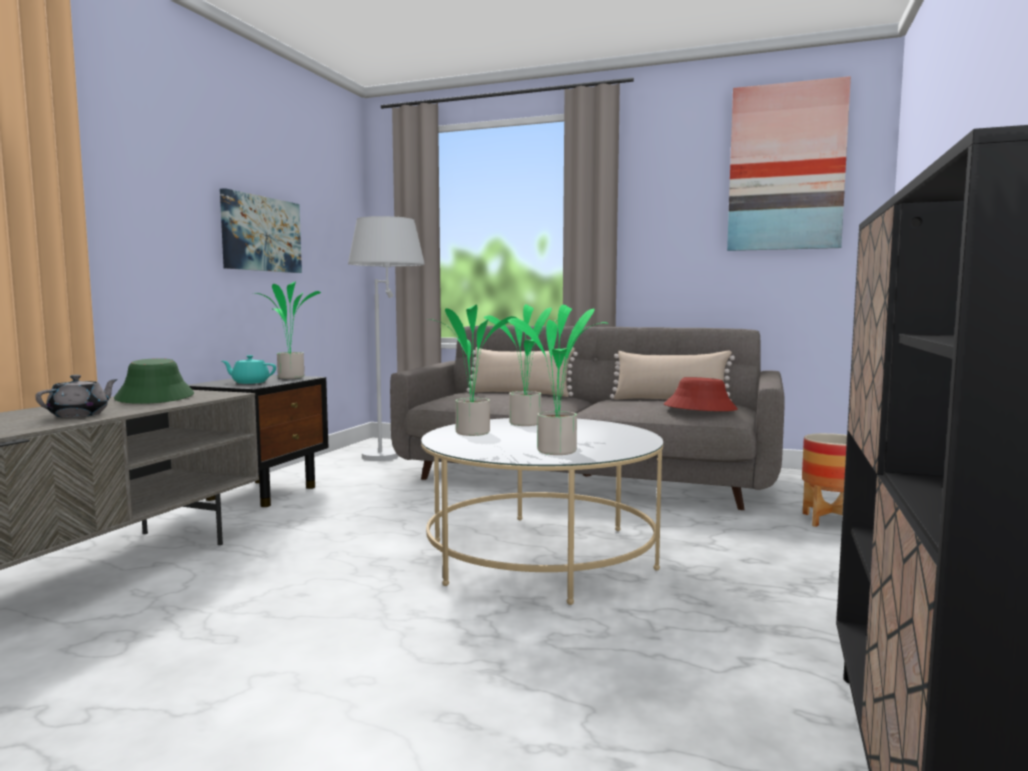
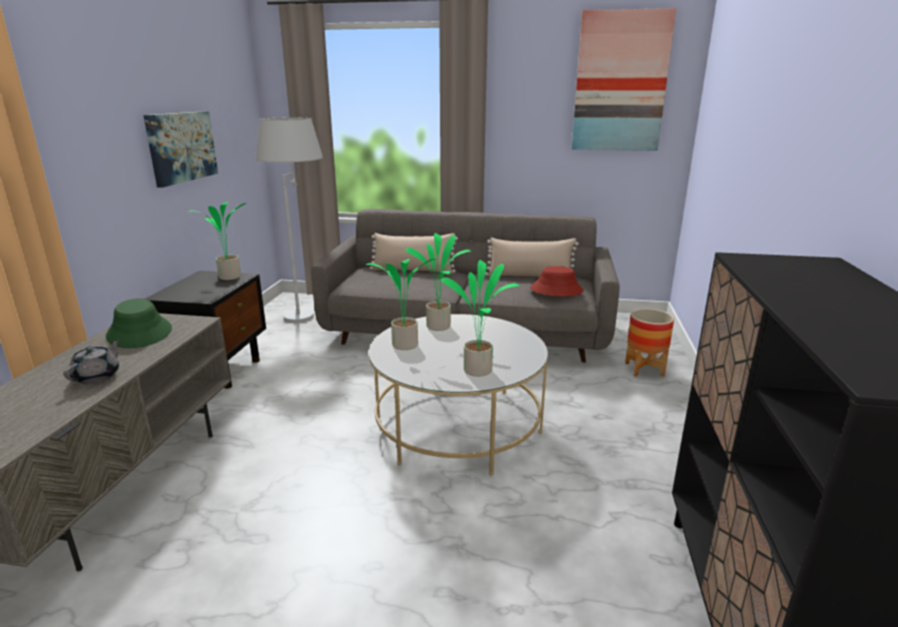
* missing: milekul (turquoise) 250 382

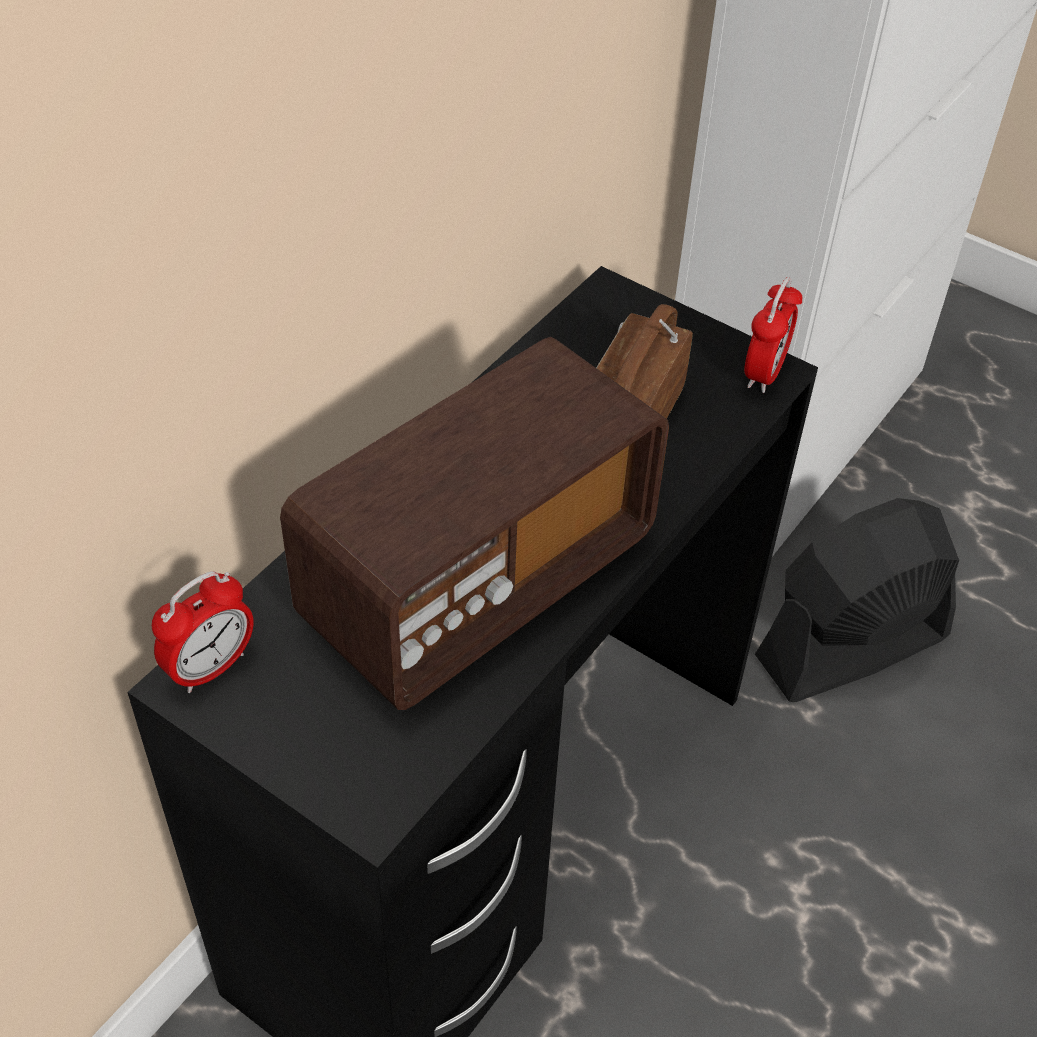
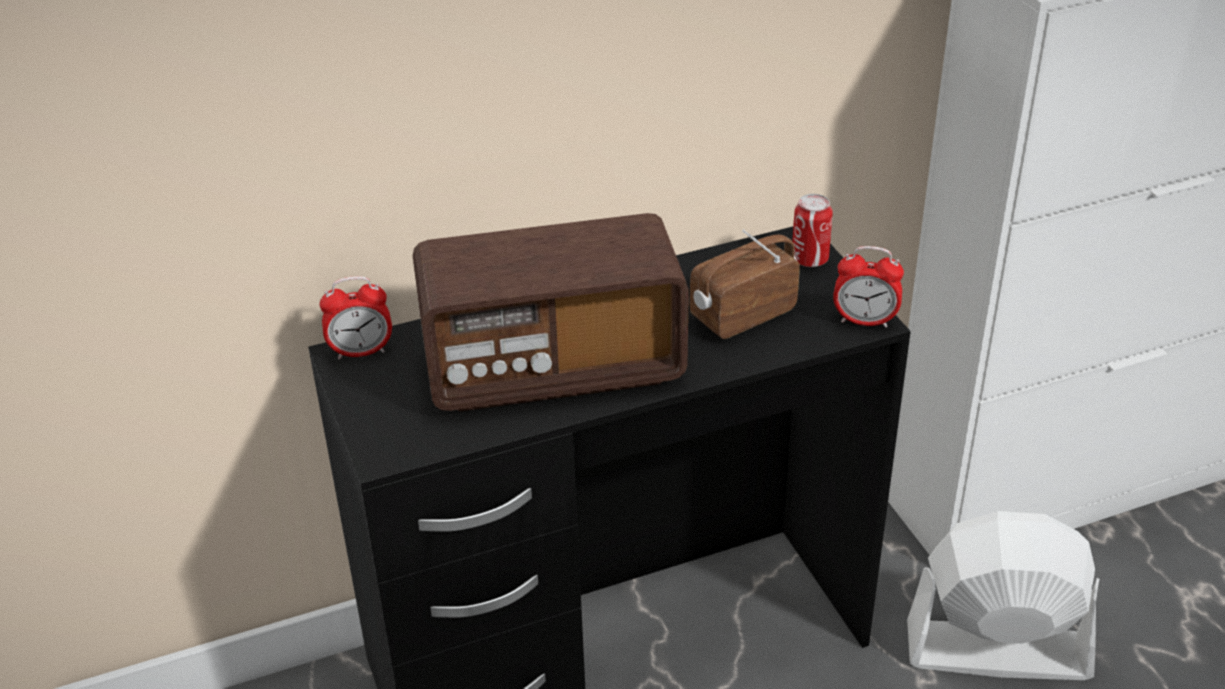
* appeared: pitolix 809 259
* spun: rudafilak 764 373 = 864 321 45 degrees clockwise
* colour: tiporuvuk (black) 851 647 to tiporuvuk (white) 997 650

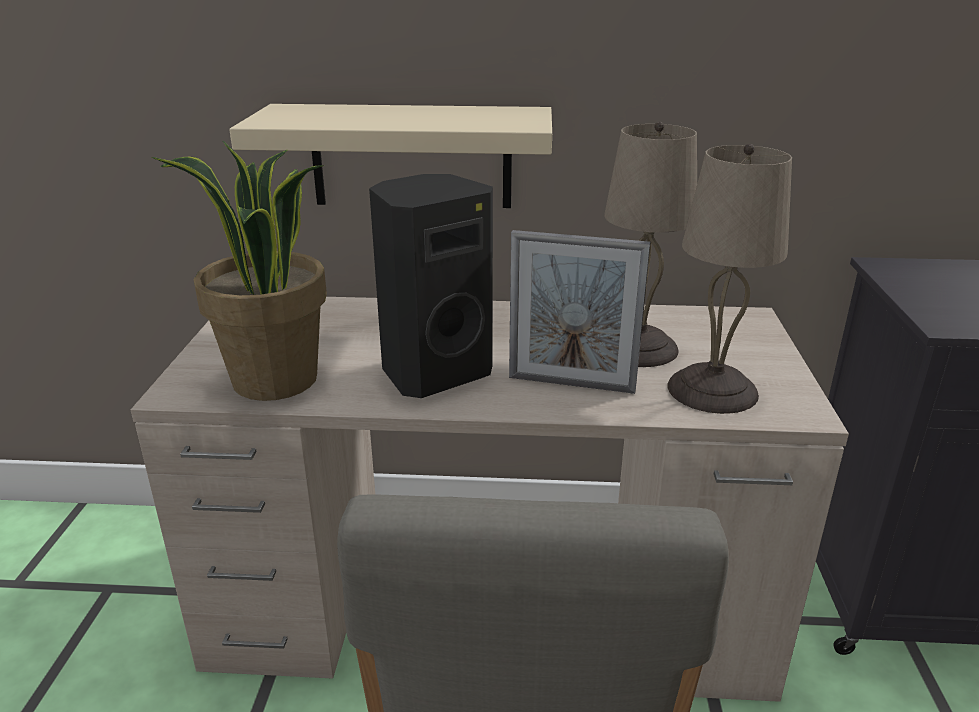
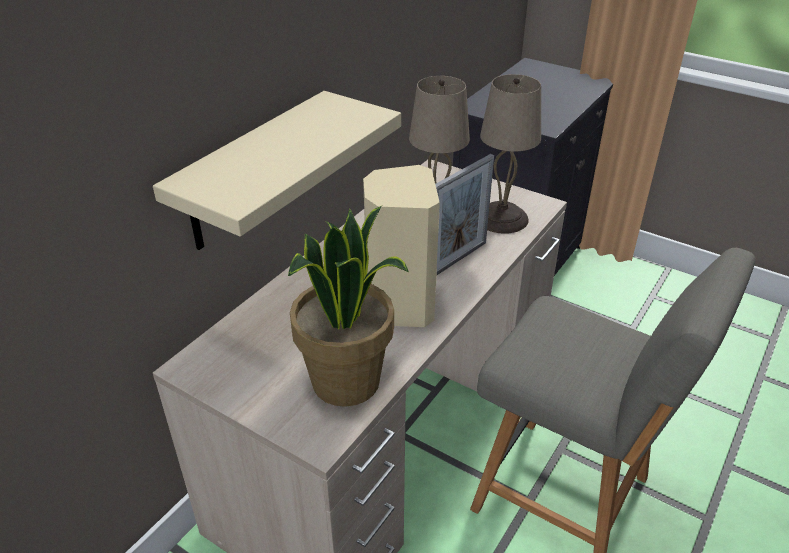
* colour: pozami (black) 434 372 to pozami (beige) 399 305

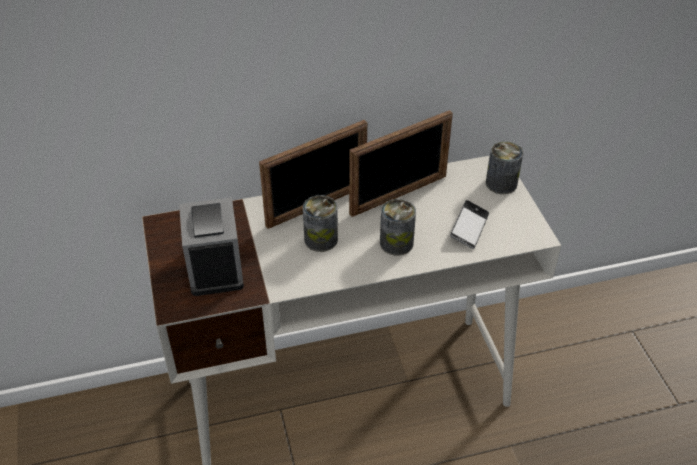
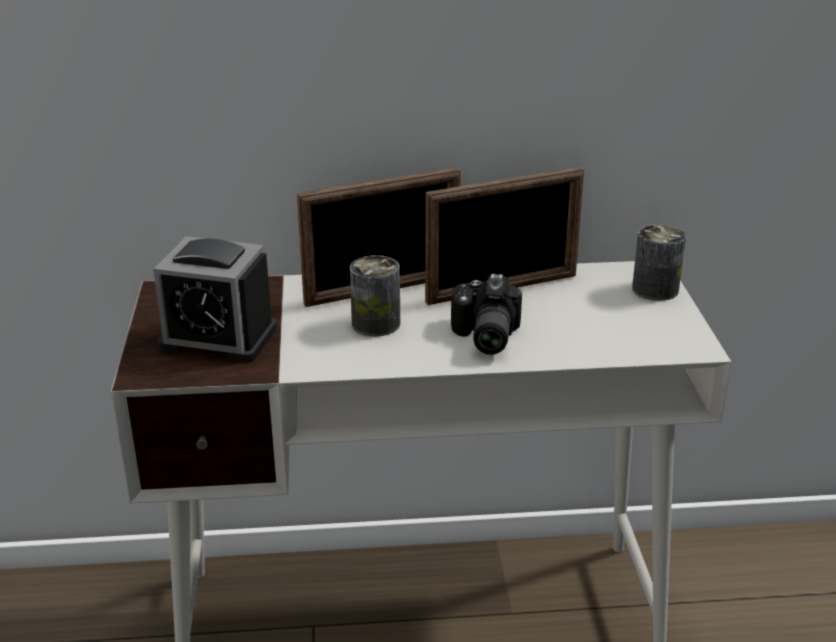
* spun: rudafilak 215 266 = 218 338 75 degrees counterclockwise
* exchanged: pitolix 396 243 to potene 483 337
* missing: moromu 469 228

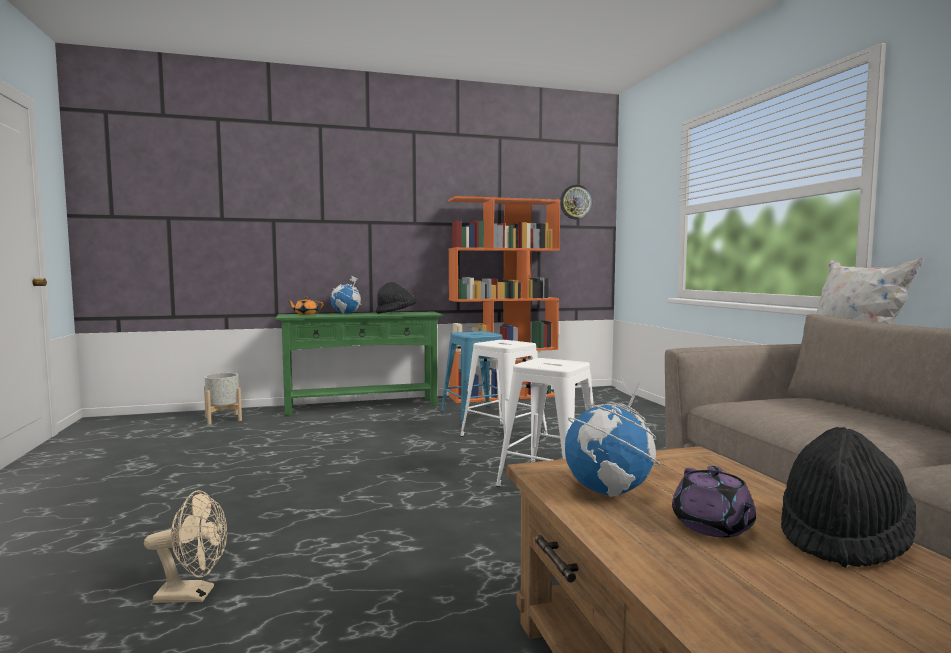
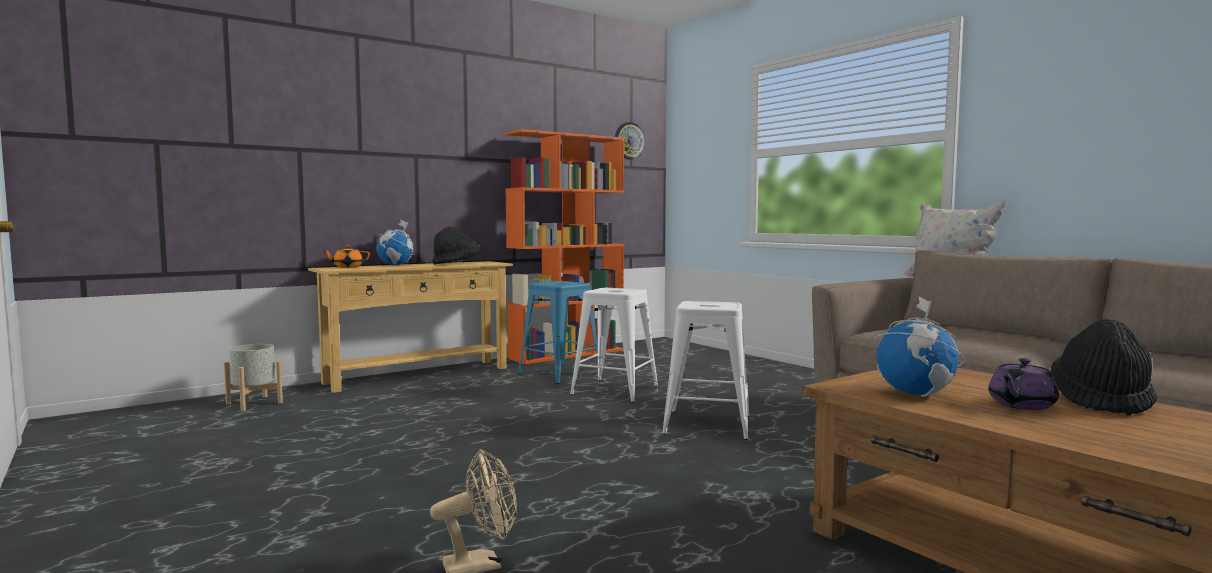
* colour: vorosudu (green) 362 406 to vorosudu (beige) 418 375
* spun: milekul (purple) 713 527 = 1020 405 75 degrees clockwise

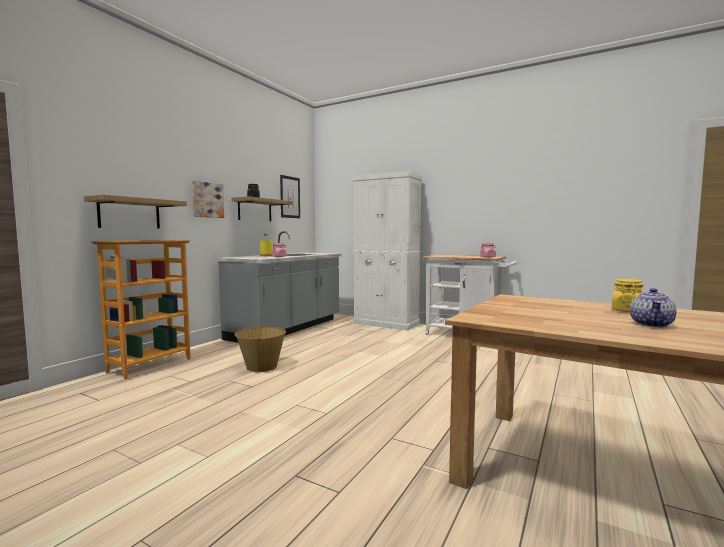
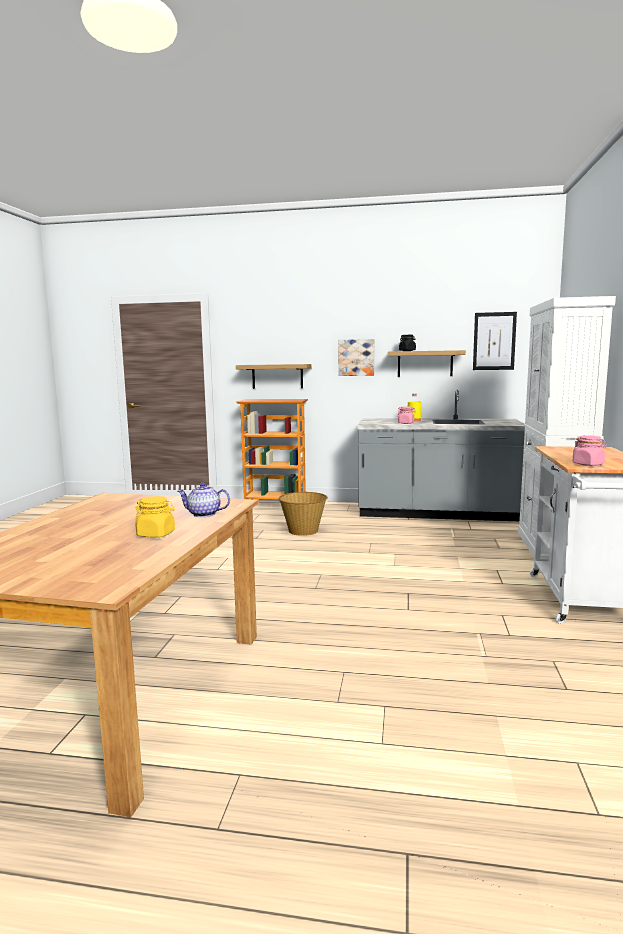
* relocated: milekul 652 324 to 203 514

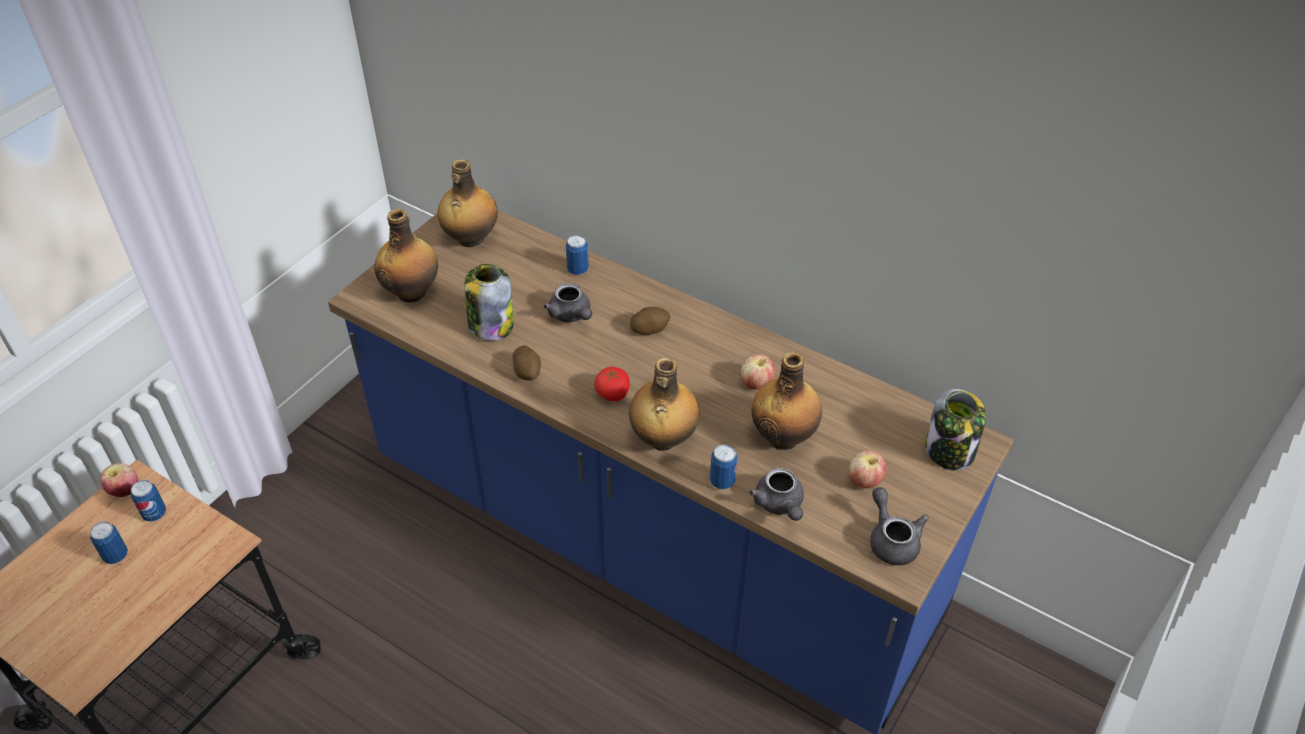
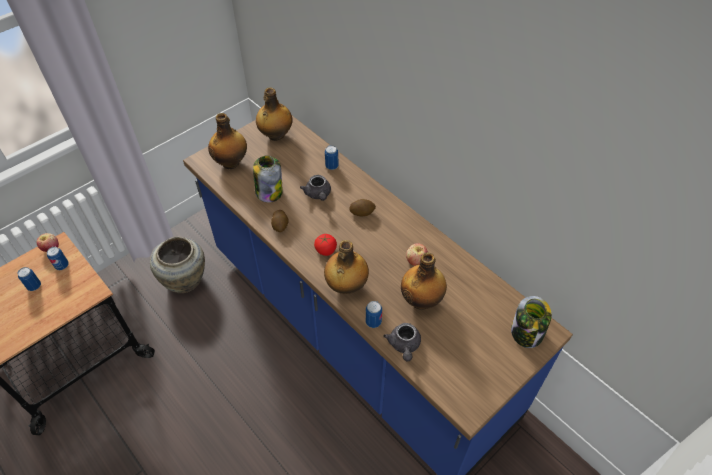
* appeared: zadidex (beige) 185 280
* missing: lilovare 864 481
* missing: milekul (grey) 891 539

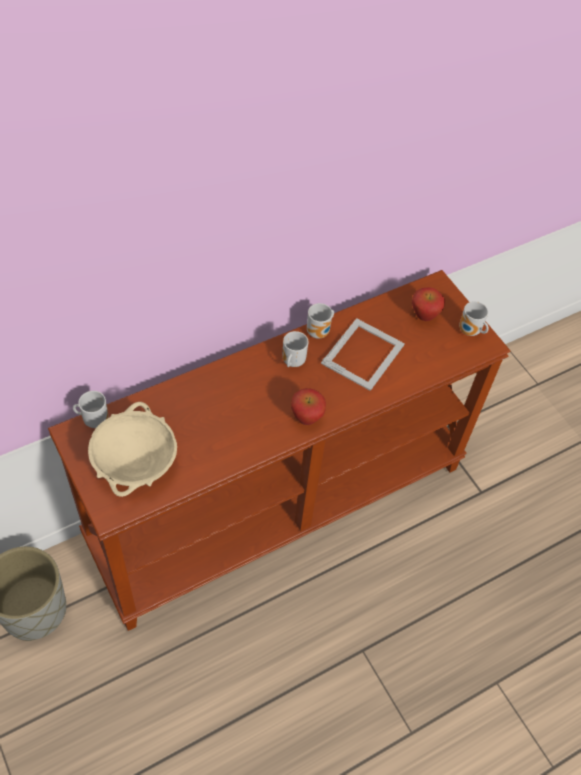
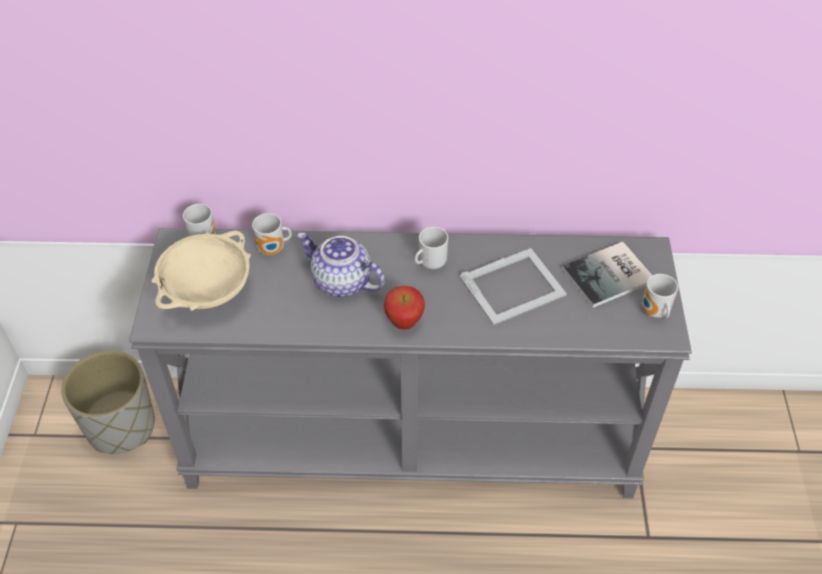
* colour: vorosudu (brown) 278 502 to vorosudu (grey) 412 439
* relocated: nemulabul 319 332 to 273 250
* appeared: milekul 341 282
* exchanged: lilovare 424 316 to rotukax 611 276

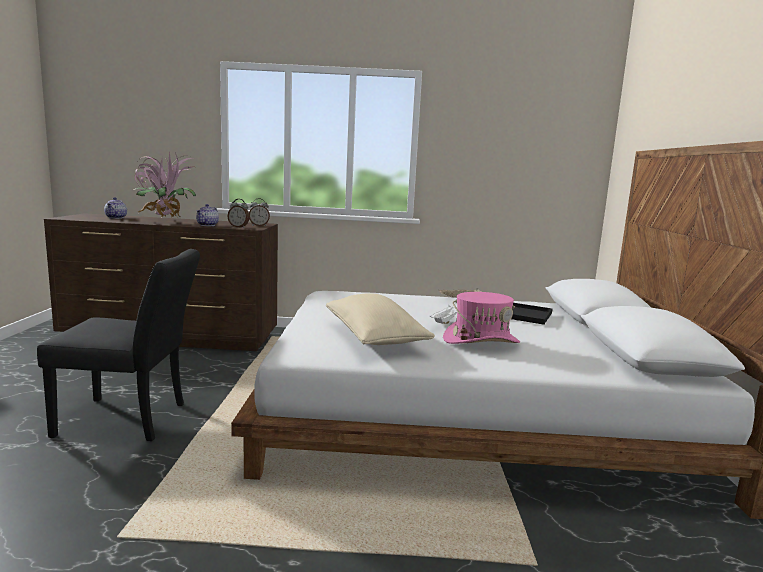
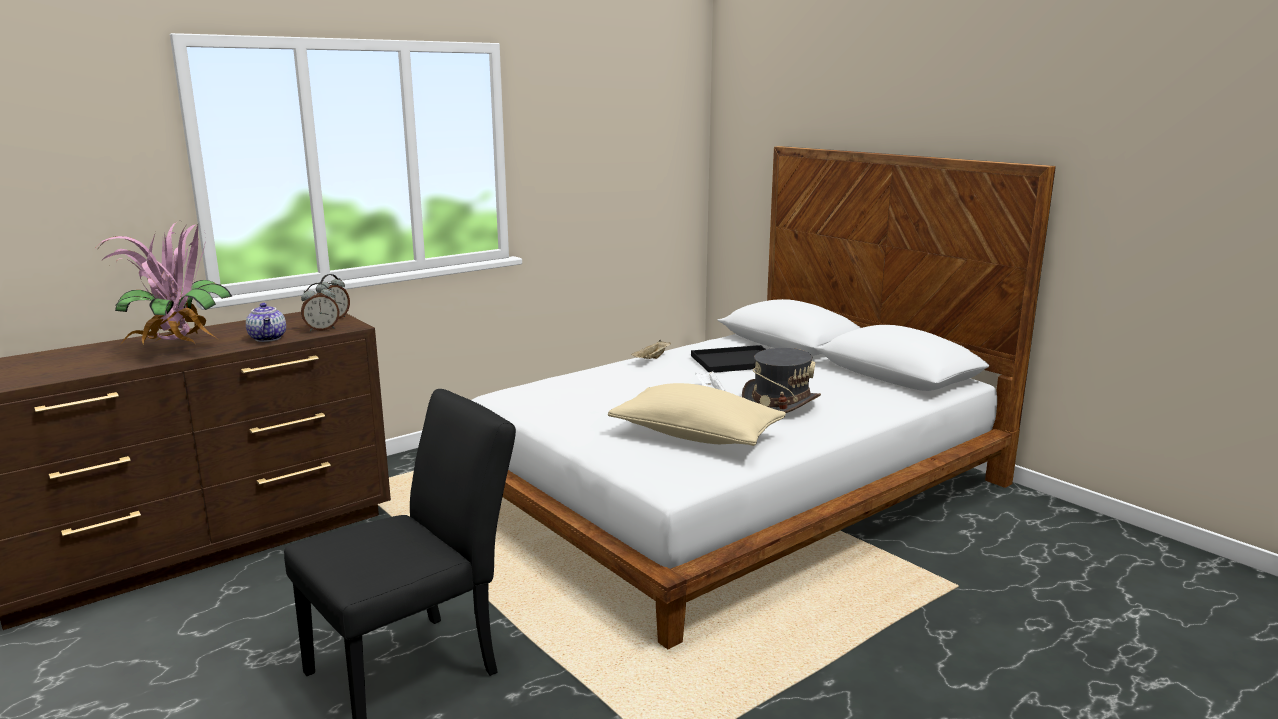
* colour: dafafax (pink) 481 340 to dafafax (grey) 780 404
* missing: milekul 116 218

